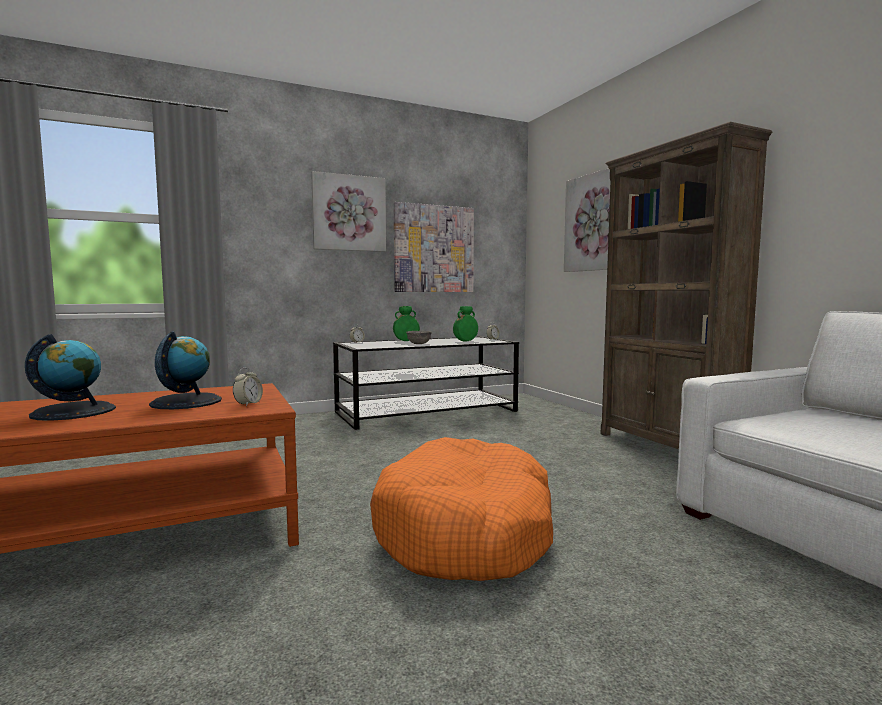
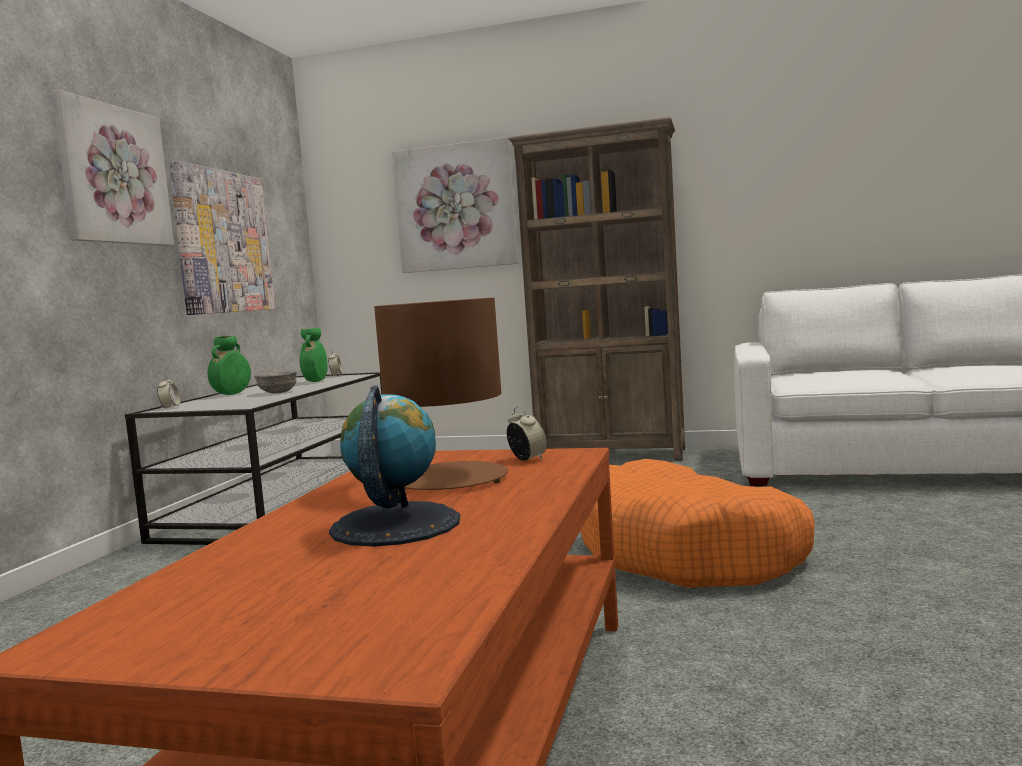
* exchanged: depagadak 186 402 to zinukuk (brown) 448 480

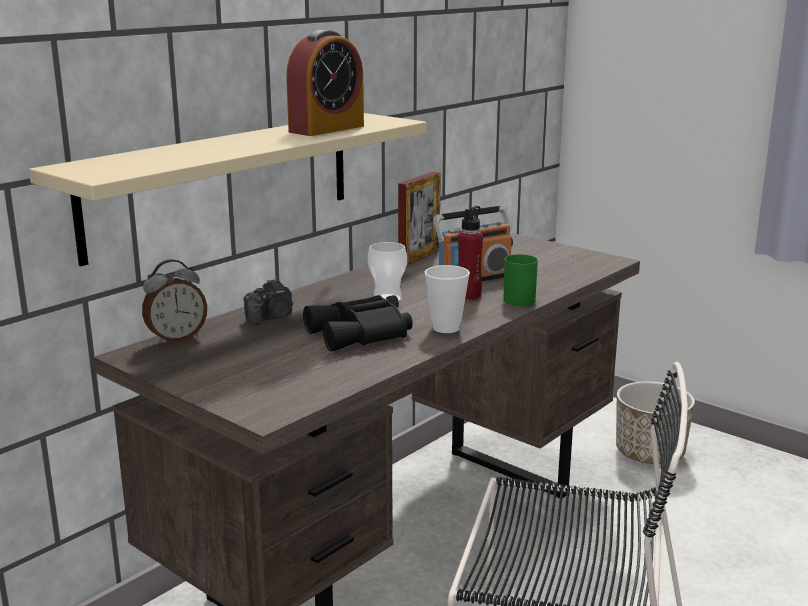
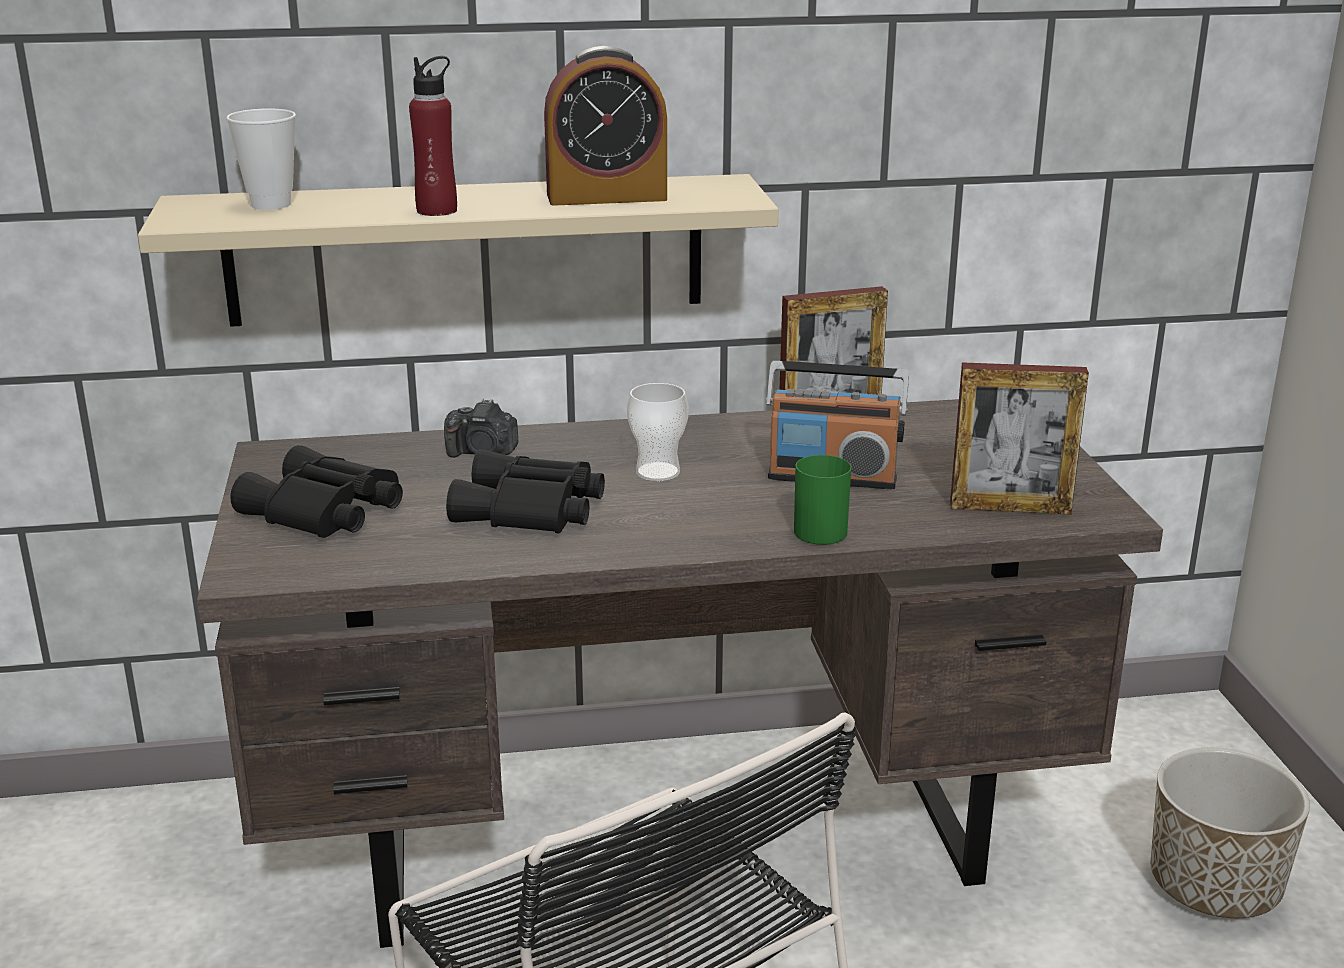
* relocated: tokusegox 446 328 to 271 204
* appeared: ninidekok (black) 323 512
* relocated: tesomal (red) 469 296 to 437 210
* appeared: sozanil 1010 508
* missing: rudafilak 176 338

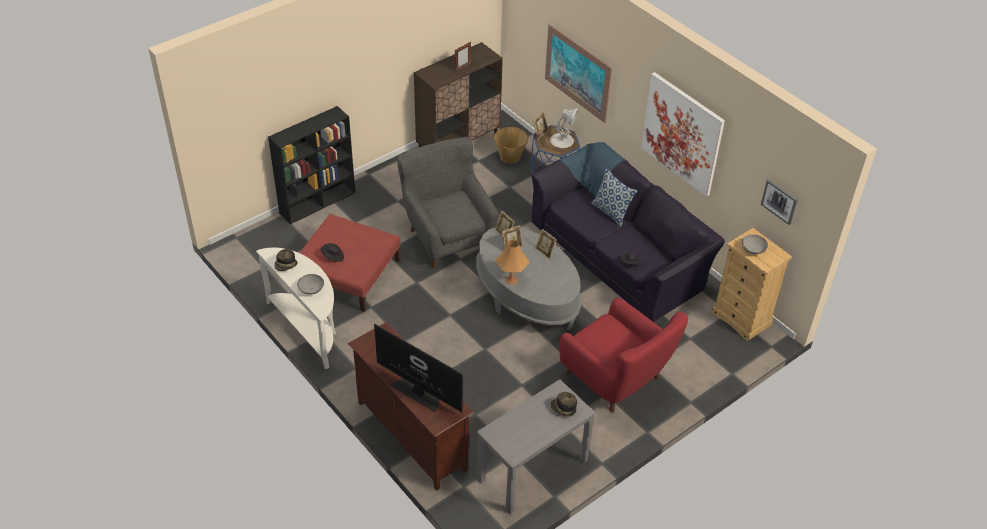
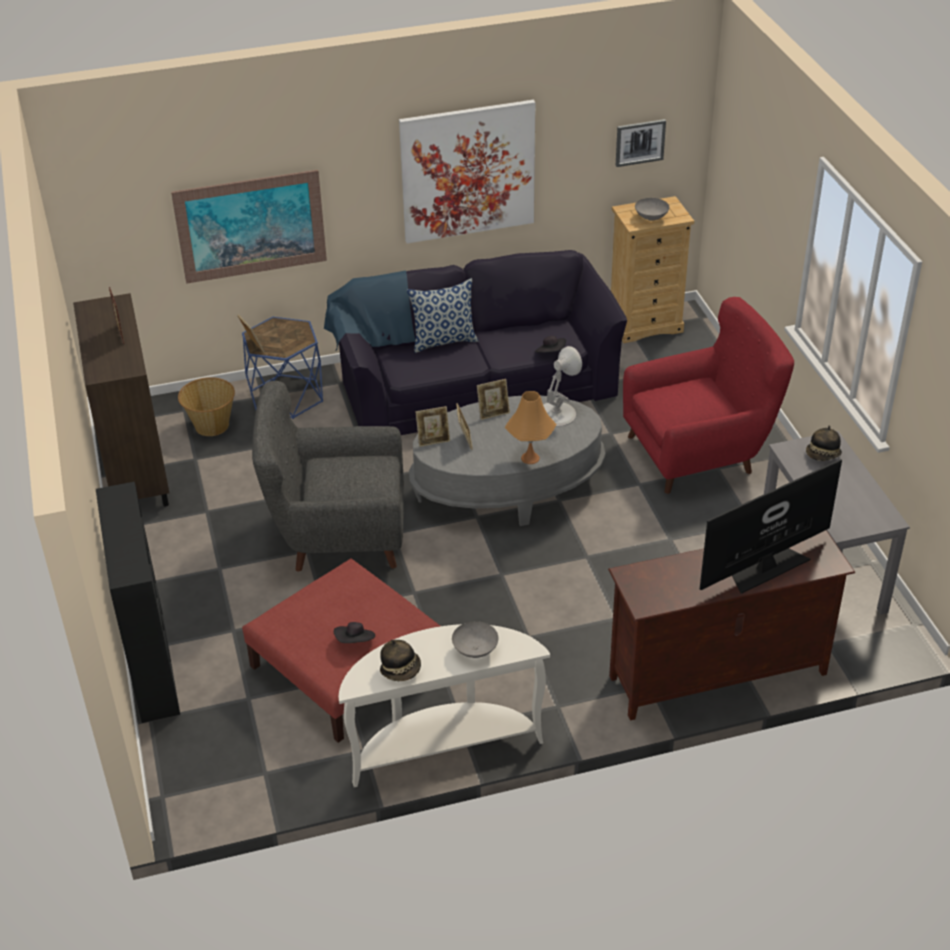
* relocated: zinukuk (white) 562 140 to 557 413

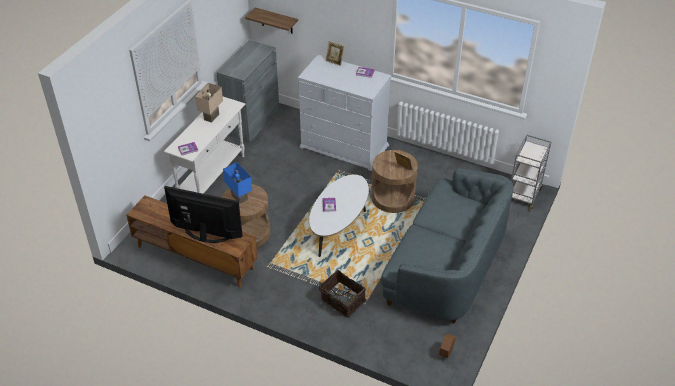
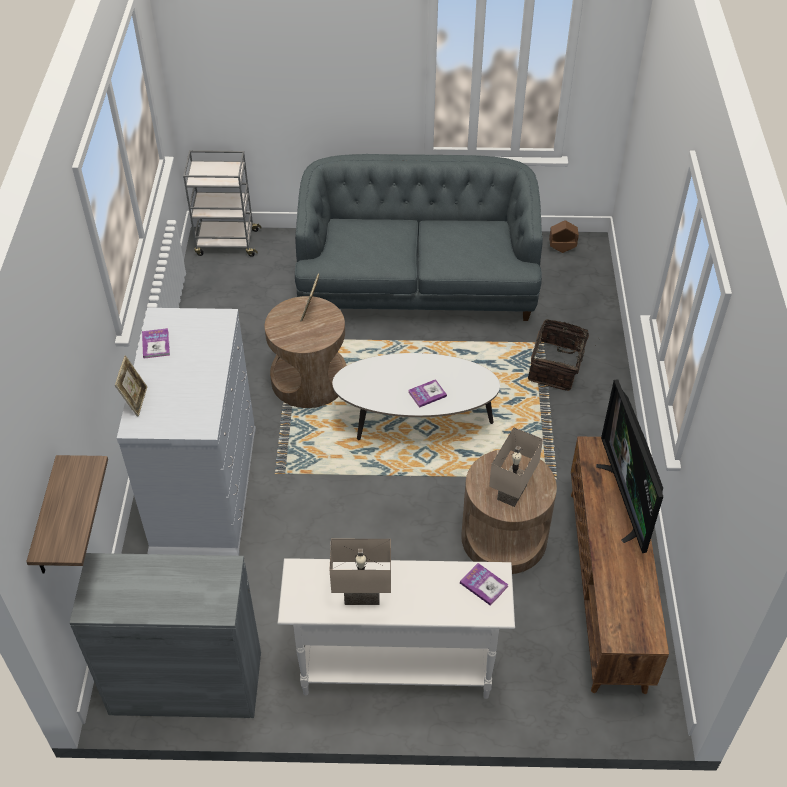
* colour: zinukuk (blue) 238 198 to zinukuk (beige) 513 493

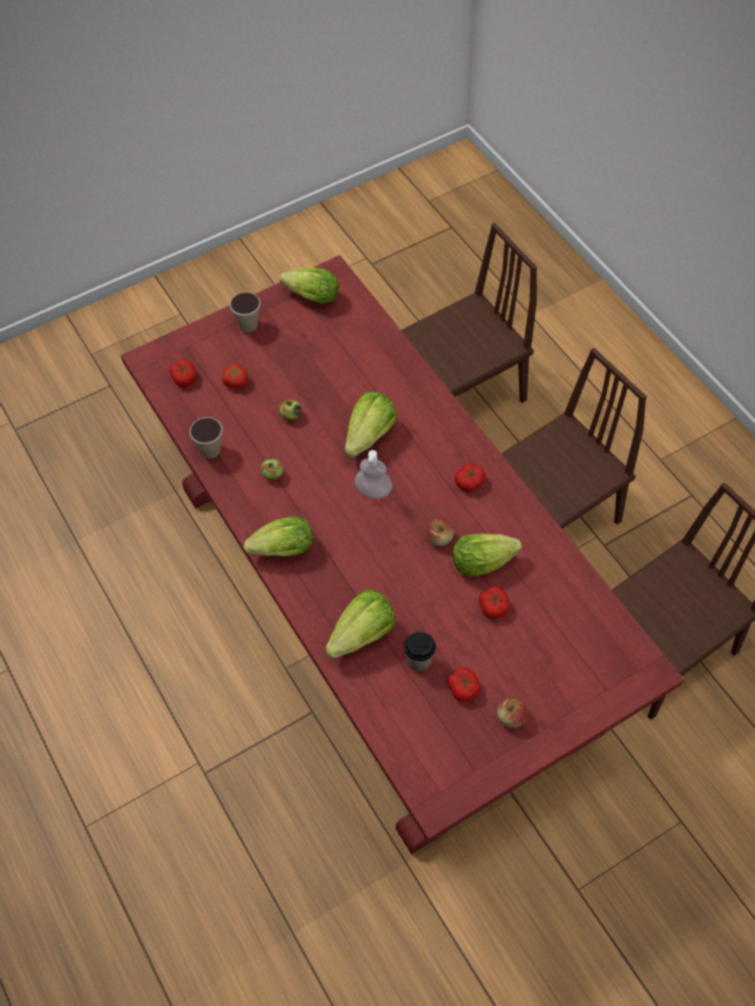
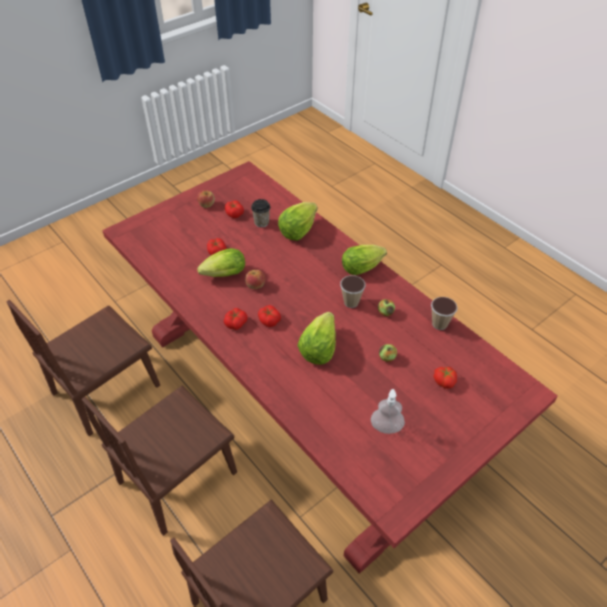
* relocated: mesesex 184 378 to 269 320
* relocated: tokusegox 248 325 to 351 302
* relocated: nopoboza 373 491 to 386 427
* missing: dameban 309 296

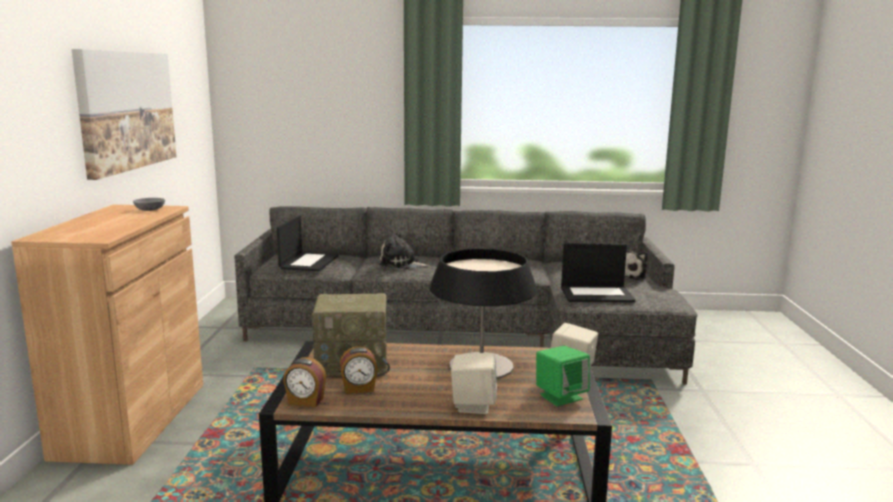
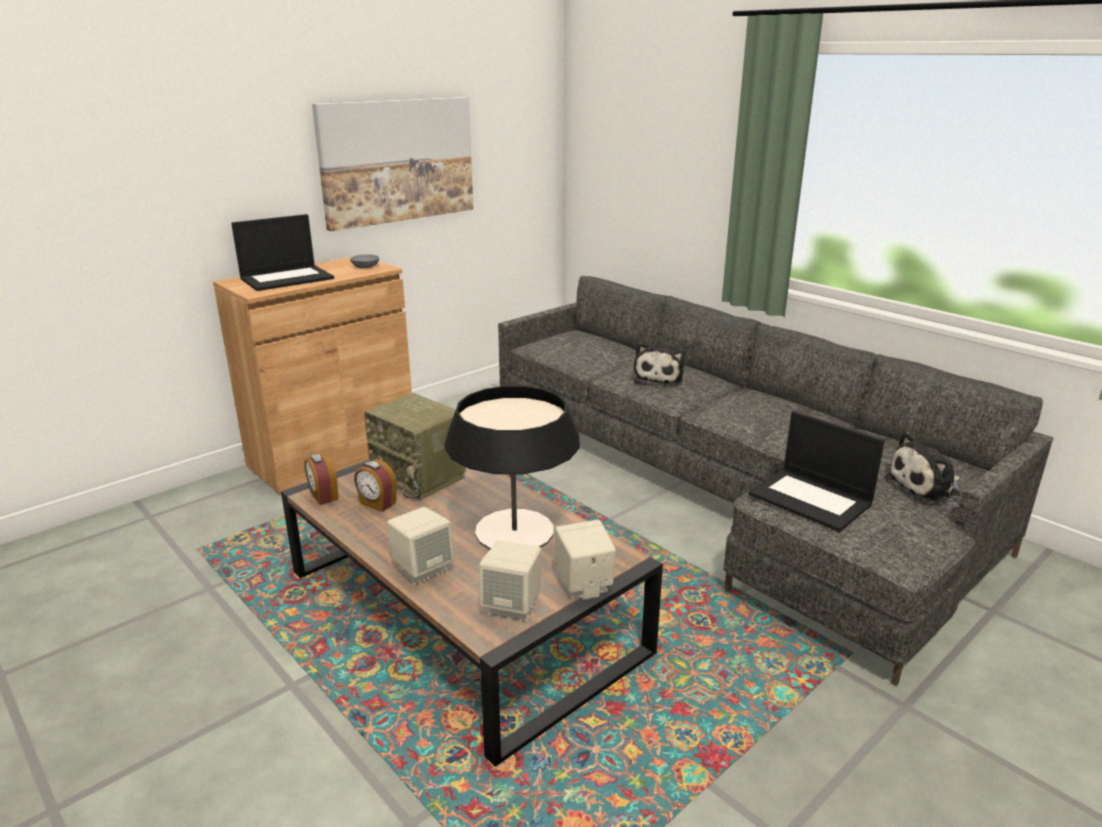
* relocated: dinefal 308 262 to 287 278
* colour: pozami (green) 560 397 to pozami (beige) 512 606
* spun: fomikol 401 264 = 659 377 135 degrees counterclockwise

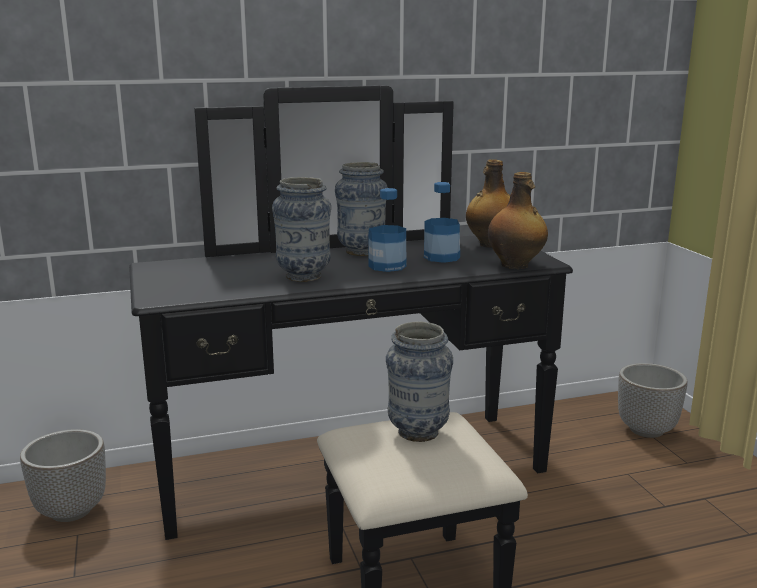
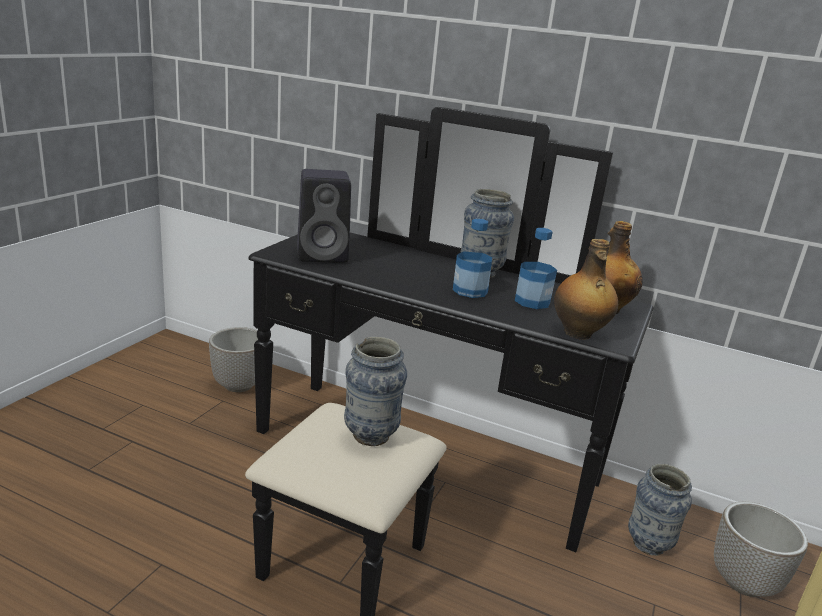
* appeared: pozami (black) 324 255
* relocated: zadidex 304 276 to 648 544

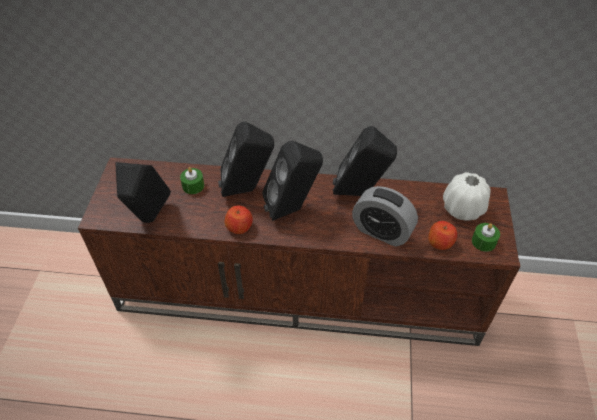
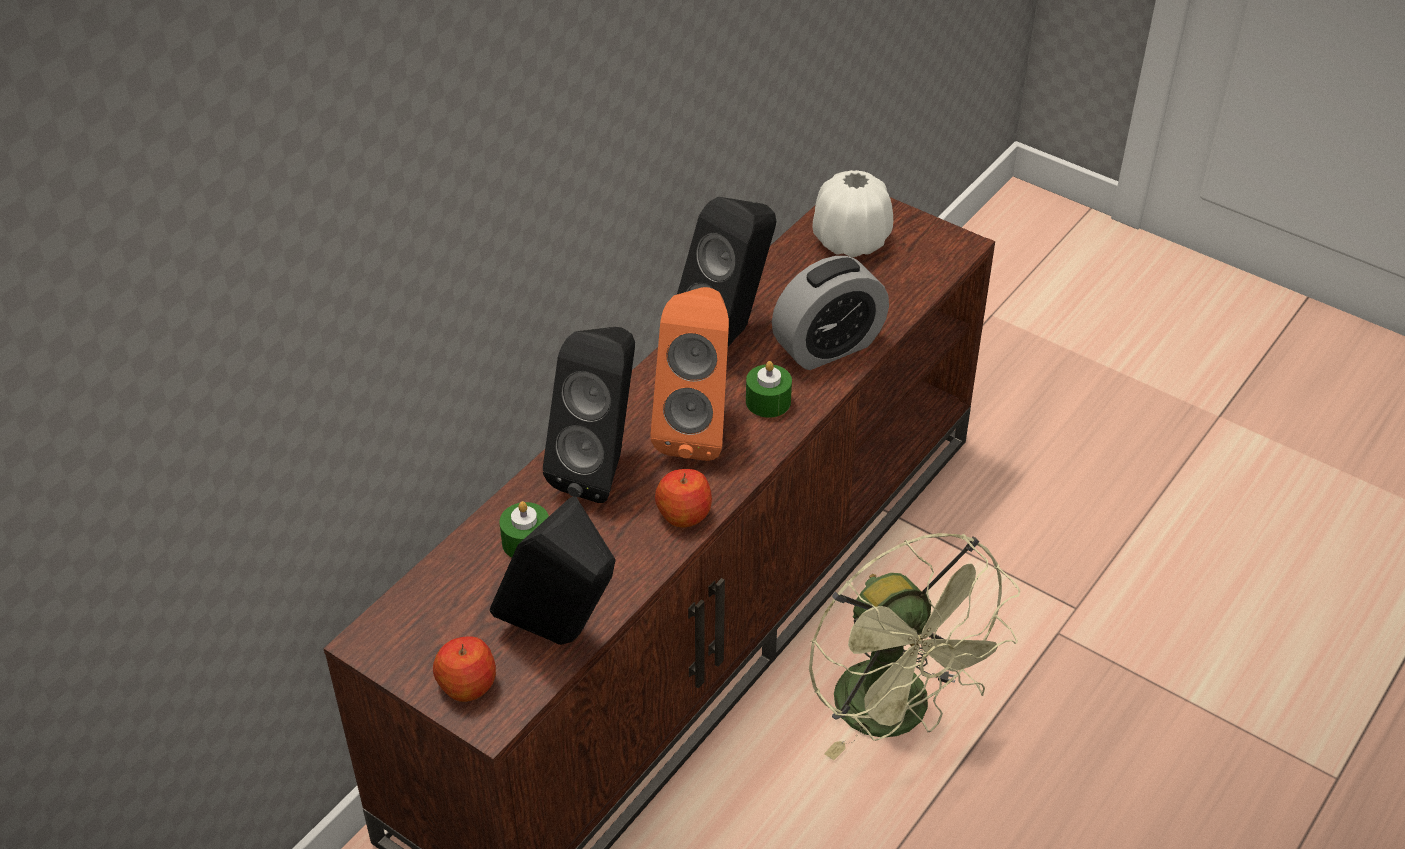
* relocated: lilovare 440 242 to 467 684
* colour: pozami (black) 293 209 to pozami (orange) 696 429
* relocated: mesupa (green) 483 242 to 768 401
* appeared: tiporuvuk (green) 897 715

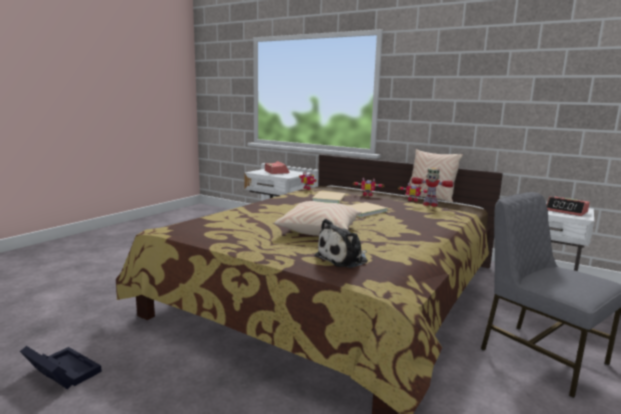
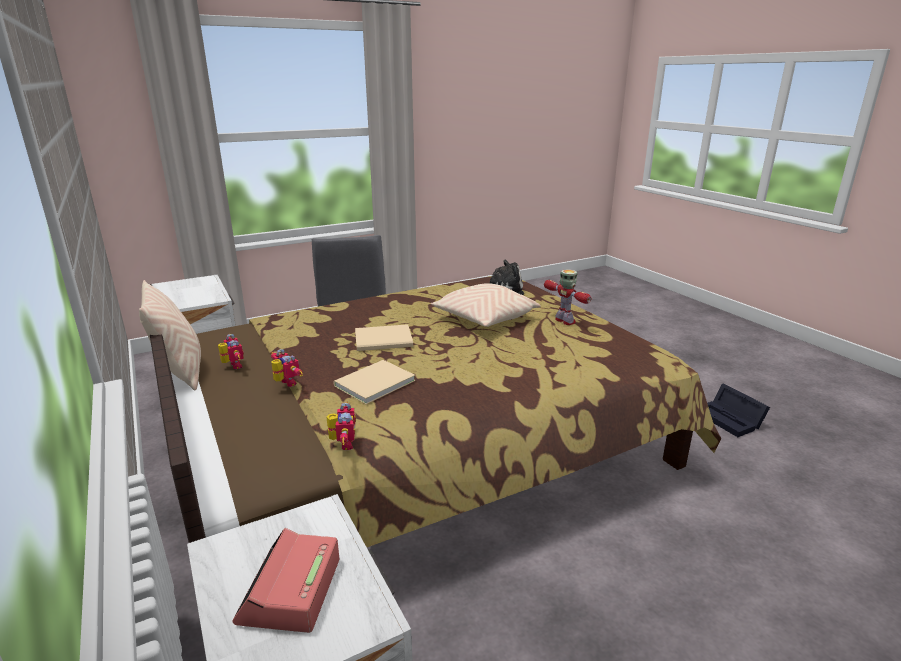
* relocated: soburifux 429 204 to 565 321
* missing: rudafilak 566 211

